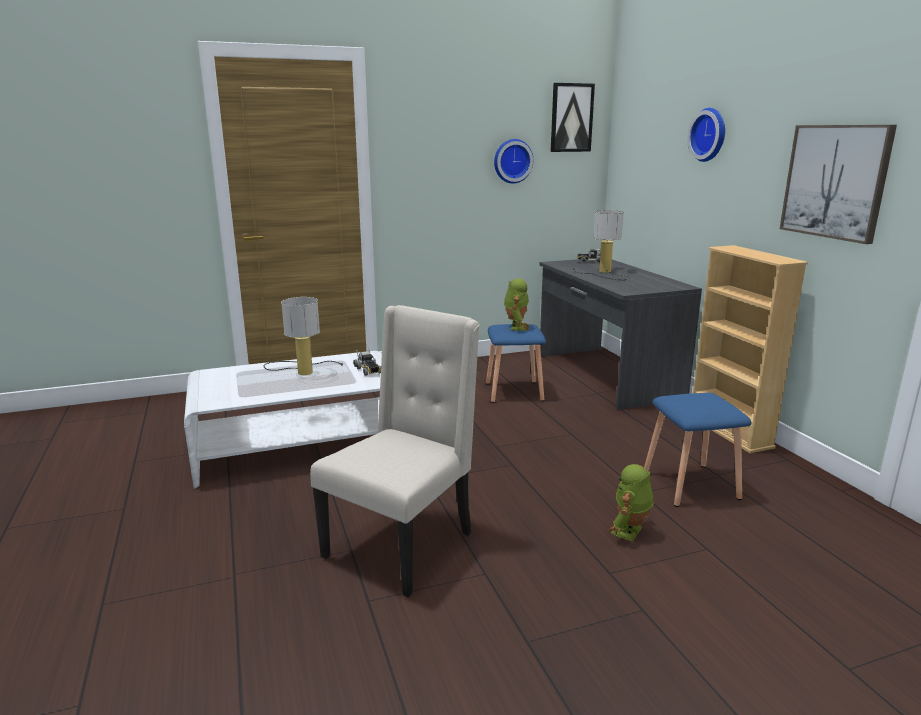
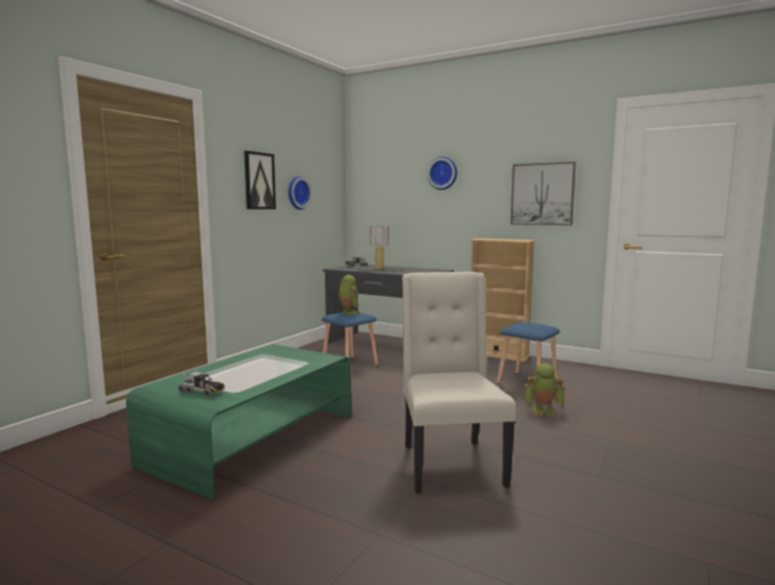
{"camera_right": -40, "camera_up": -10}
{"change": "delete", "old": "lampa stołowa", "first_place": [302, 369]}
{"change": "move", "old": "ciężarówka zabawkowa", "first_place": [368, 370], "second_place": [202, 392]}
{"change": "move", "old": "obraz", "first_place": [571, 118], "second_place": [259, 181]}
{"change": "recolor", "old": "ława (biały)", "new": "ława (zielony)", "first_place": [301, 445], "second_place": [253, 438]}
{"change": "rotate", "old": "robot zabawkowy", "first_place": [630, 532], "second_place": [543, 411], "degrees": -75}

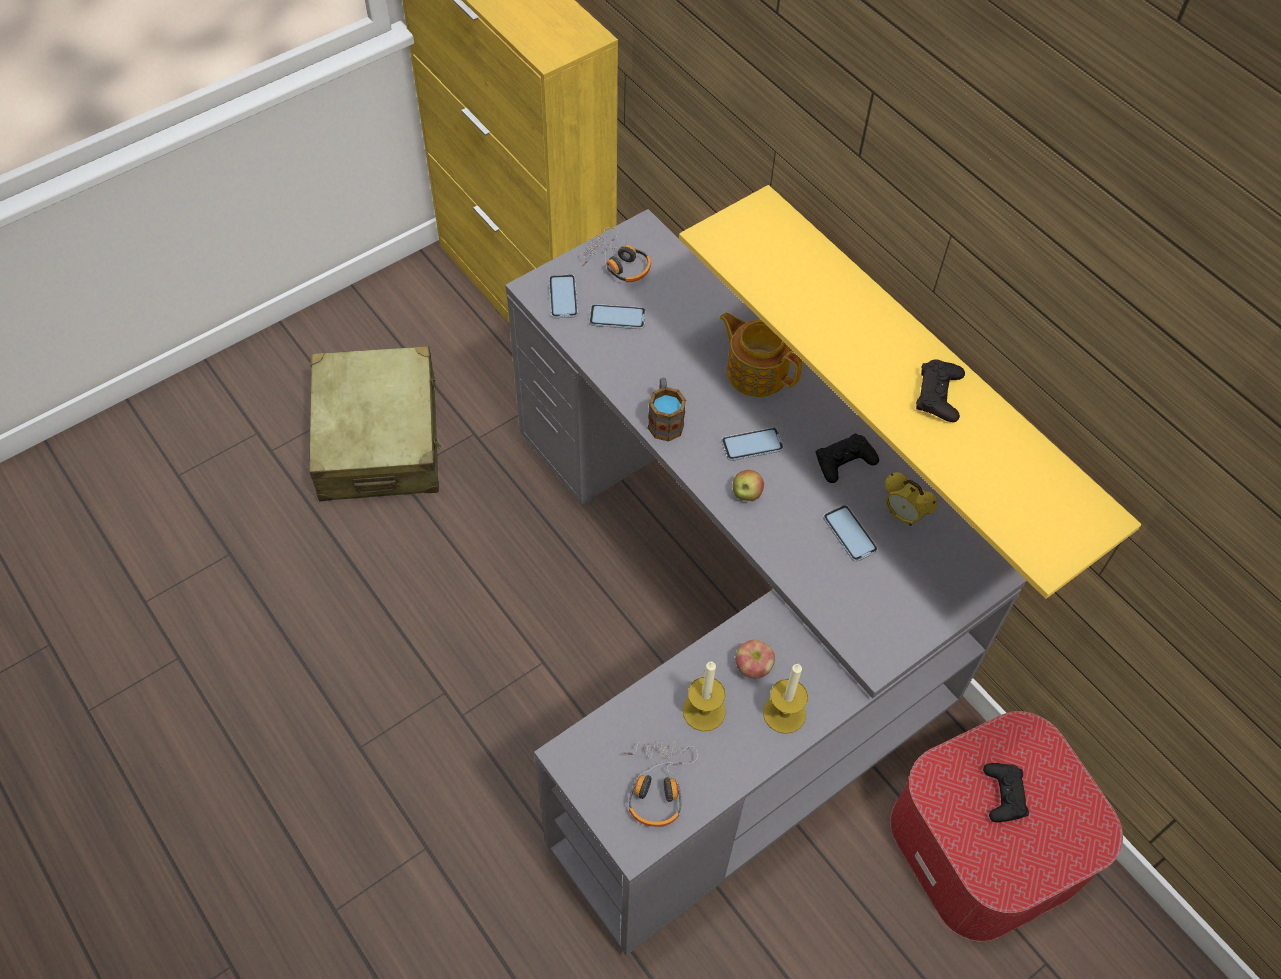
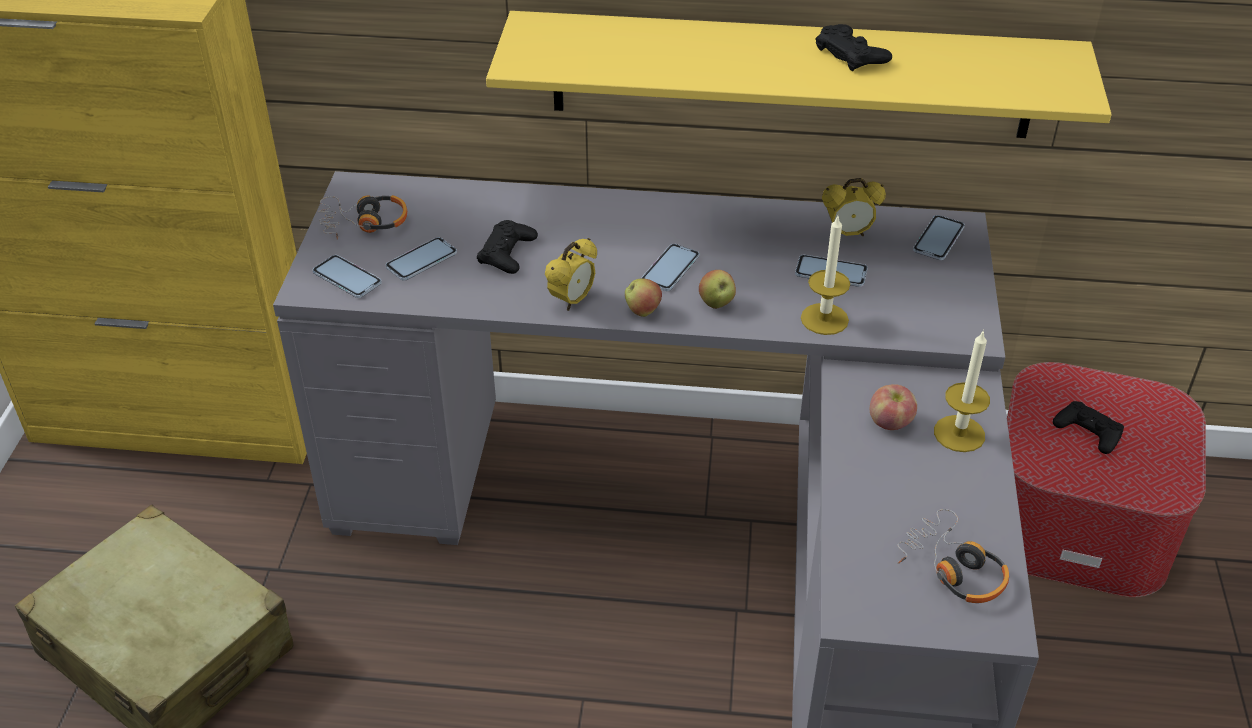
{"camera_right": -45, "camera_up": -15}
{"change": "delete", "old": "imbryk", "first_place": [756, 371]}
{"change": "insert", "new": "jabłko", "second_place": [643, 311]}
{"change": "insert", "new": "telefon", "second_place": [938, 239]}
{"change": "move", "old": "świeca", "first_place": [704, 711], "second_place": [824, 319]}
{"change": "move", "old": "pad do gier (czarny)", "first_place": [844, 461], "second_place": [507, 253]}
{"change": "replace", "old": "kubek", "new": "budzik", "first_place": [664, 419], "second_place": [572, 301]}

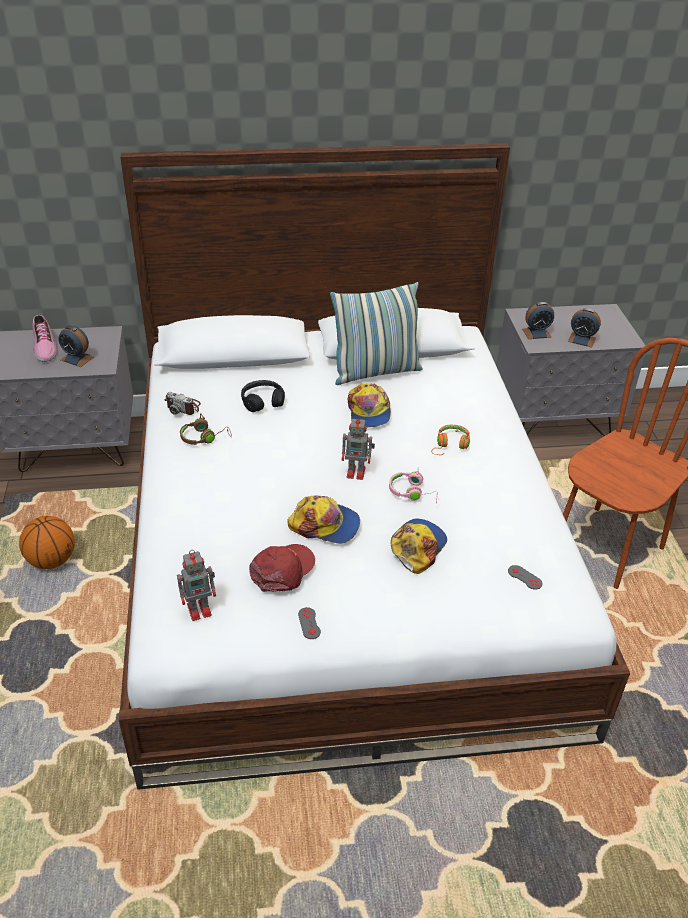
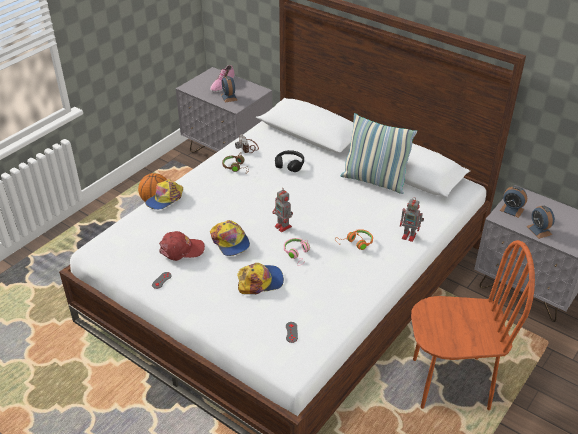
{"camera_right": 45, "camera_up": 0}
{"change": "move", "old": "robot zabawkowy", "first_place": [200, 609], "second_place": [409, 236]}
{"change": "move", "old": "czapka z daszkiem", "first_place": [368, 412], "second_place": [165, 199]}

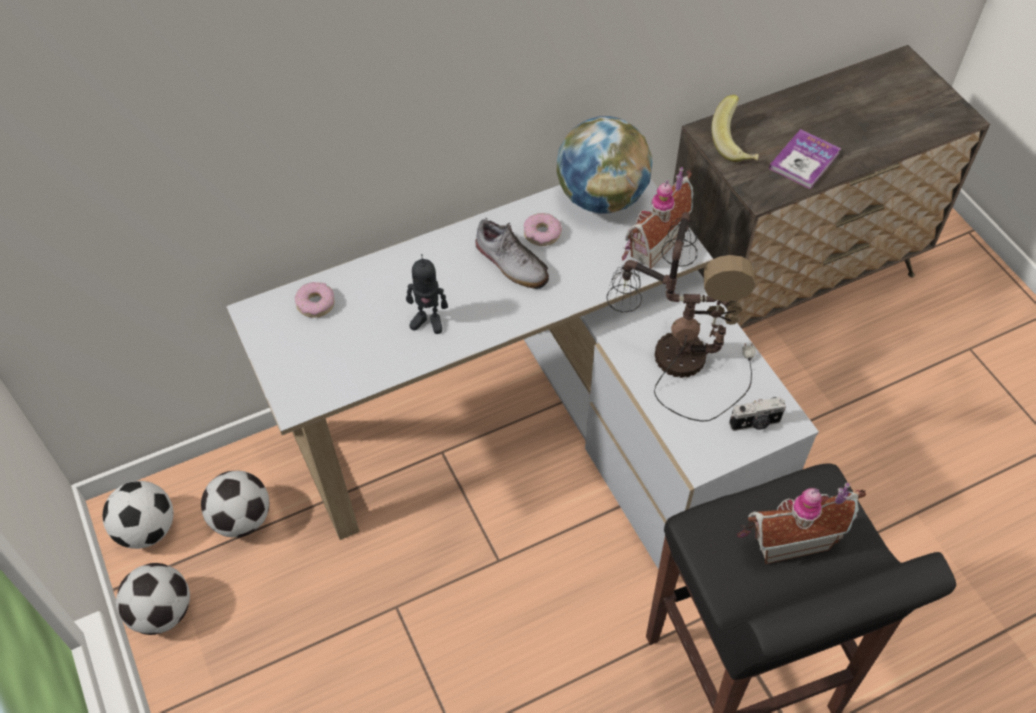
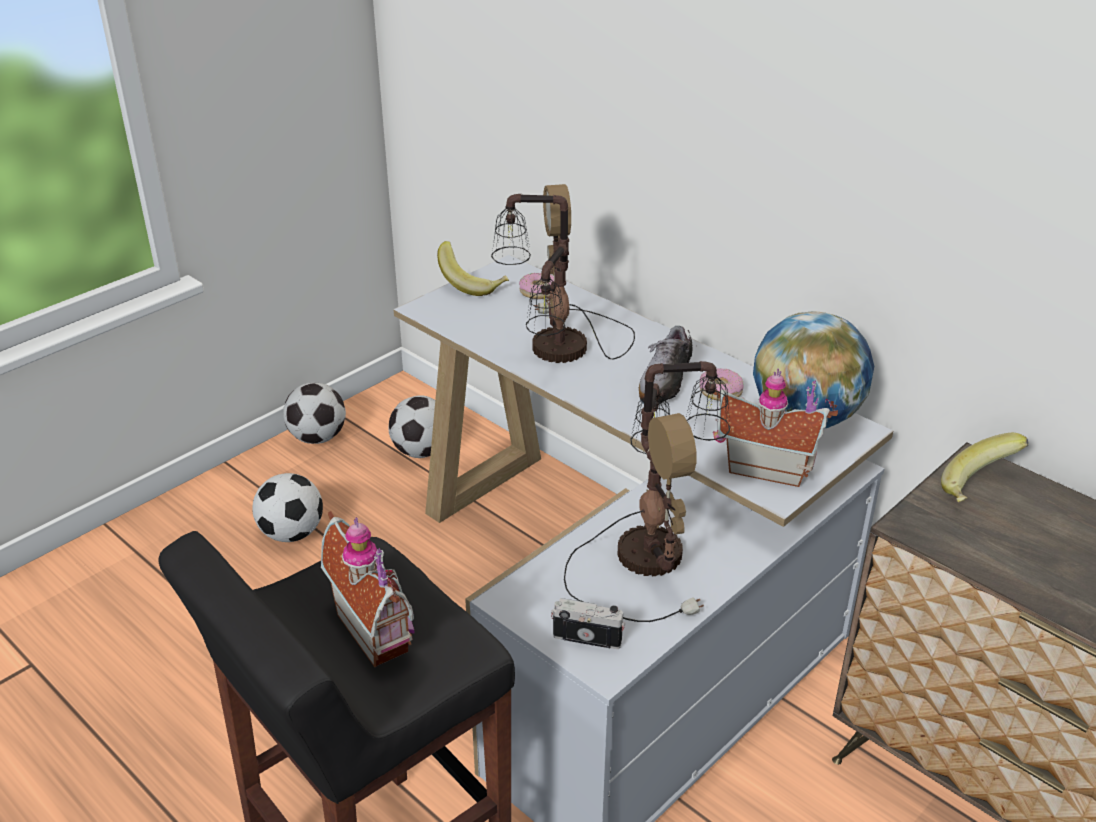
{"camera_right": 70, "camera_up": -20}
{"change": "delete", "old": "książka", "first_place": [804, 160]}
{"change": "insert", "new": "banan", "second_place": [473, 284]}
{"change": "move", "old": "piłka futbolowa", "first_place": [146, 529], "second_place": [292, 533]}
{"change": "replace", "old": "robot zabawkowy", "new": "lampa stołowa", "first_place": [428, 321], "second_place": [557, 350]}
{"change": "rotate", "old": "aparat fotograficzny", "first_place": [755, 423], "second_place": [587, 636], "degrees": 135}

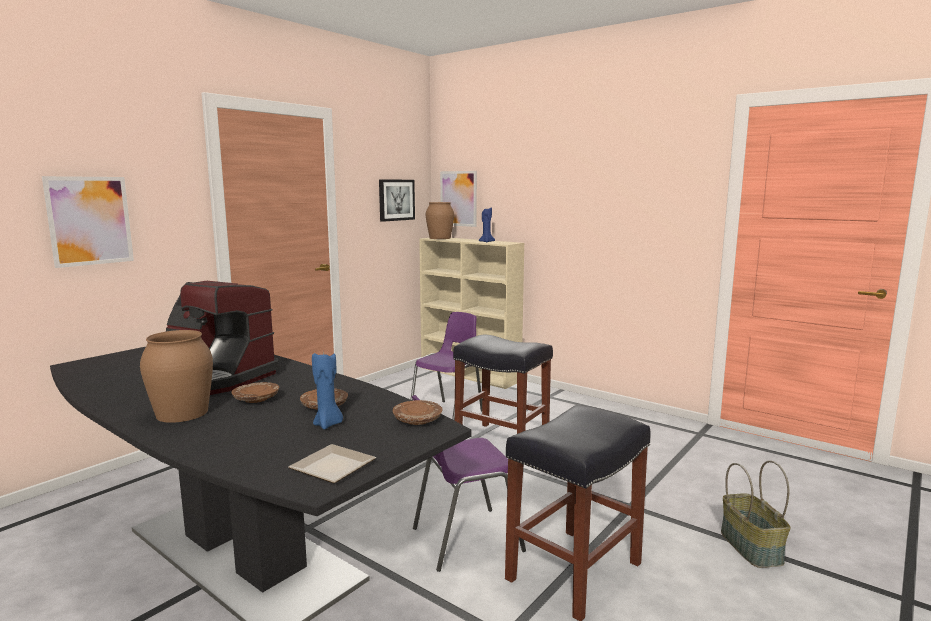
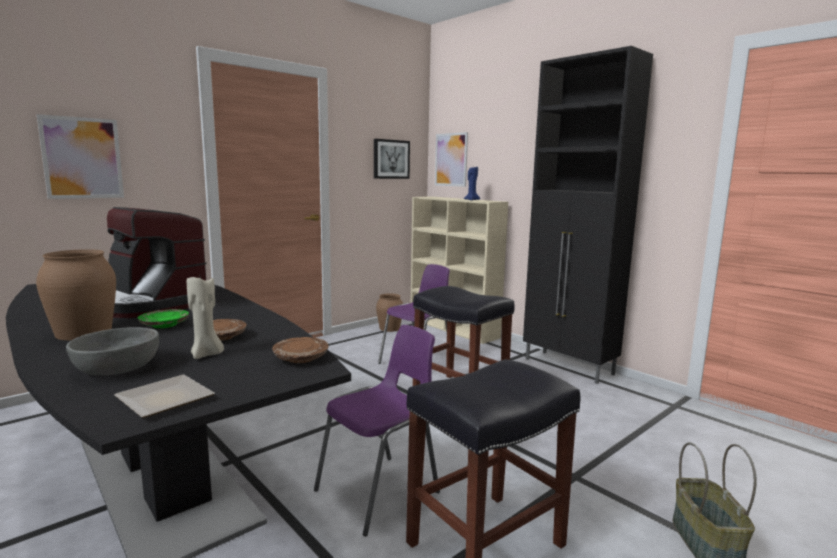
{"camera_right": 10, "camera_up": 0}
{"change": "insert", "new": "miska (szary)", "second_place": [116, 368]}
{"change": "insert", "new": "szafka (czarny)", "second_place": [569, 367]}
{"change": "move", "old": "wazon (brązowy)", "first_place": [439, 238], "second_place": [389, 328]}
{"change": "recolor", "old": "talerz (brązowy)", "new": "talerz (zielony)", "first_place": [256, 399], "second_place": [164, 325]}
{"change": "recolor", "old": "świeca (niebieski)", "new": "świeca (beżowy)", "first_place": [328, 424], "second_place": [206, 355]}
{"change": "rotate", "old": "krzesło (fioletowy)", "first_place": [463, 539], "second_place": [380, 491], "degrees": 150}

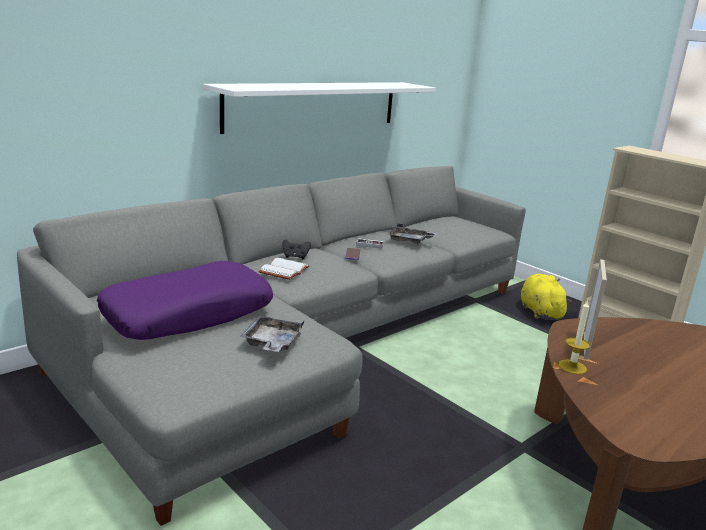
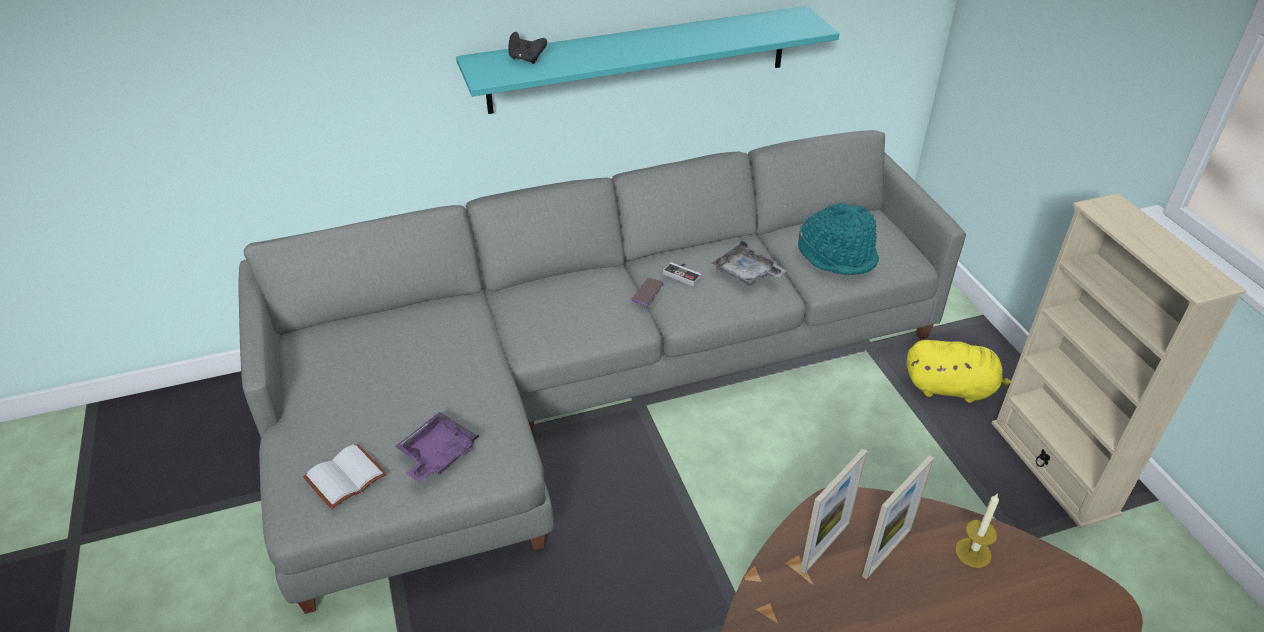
{"camera_right": 25, "camera_up": 20}
{"change": "delete", "old": "poduszka (fioletowy)", "first_place": [188, 314]}
{"change": "insert", "new": "kapelusz (turkusowy)", "second_place": [837, 255]}
{"change": "insert", "new": "ramka na zdjęcie", "second_place": [887, 552]}
{"change": "move", "old": "książka (biały)", "first_place": [285, 271], "second_place": [345, 479]}
{"change": "move", "old": "pad do gier (czarny)", "first_place": [295, 257], "second_place": [526, 59]}
{"change": "move", "old": "świeca", "first_place": [572, 367], "second_place": [973, 552]}
{"change": "recolor", "old": "półka (biały)", "new": "półka (turkusowy)", "first_place": [314, 105], "second_place": [639, 59]}
{"change": "recolor", "old": "taca (szary)", "new": "taca (fioletowy)", "first_place": [272, 343], "second_place": [437, 454]}
{"change": "rotate", "old": "pluszak (żółty)", "first_place": [539, 312], "second_place": [952, 388], "degrees": 90}

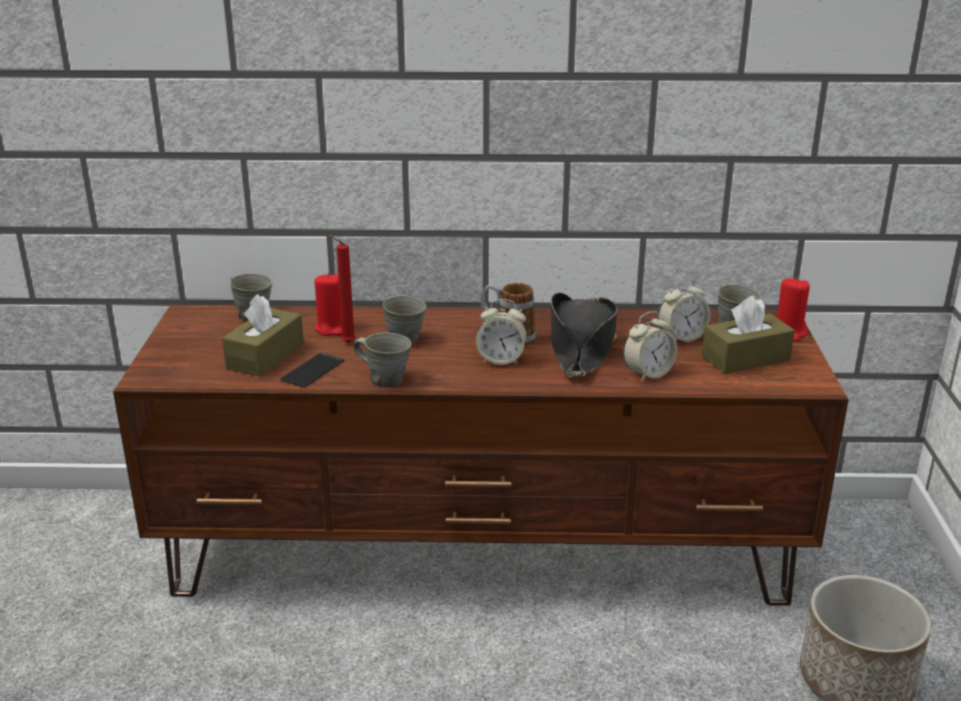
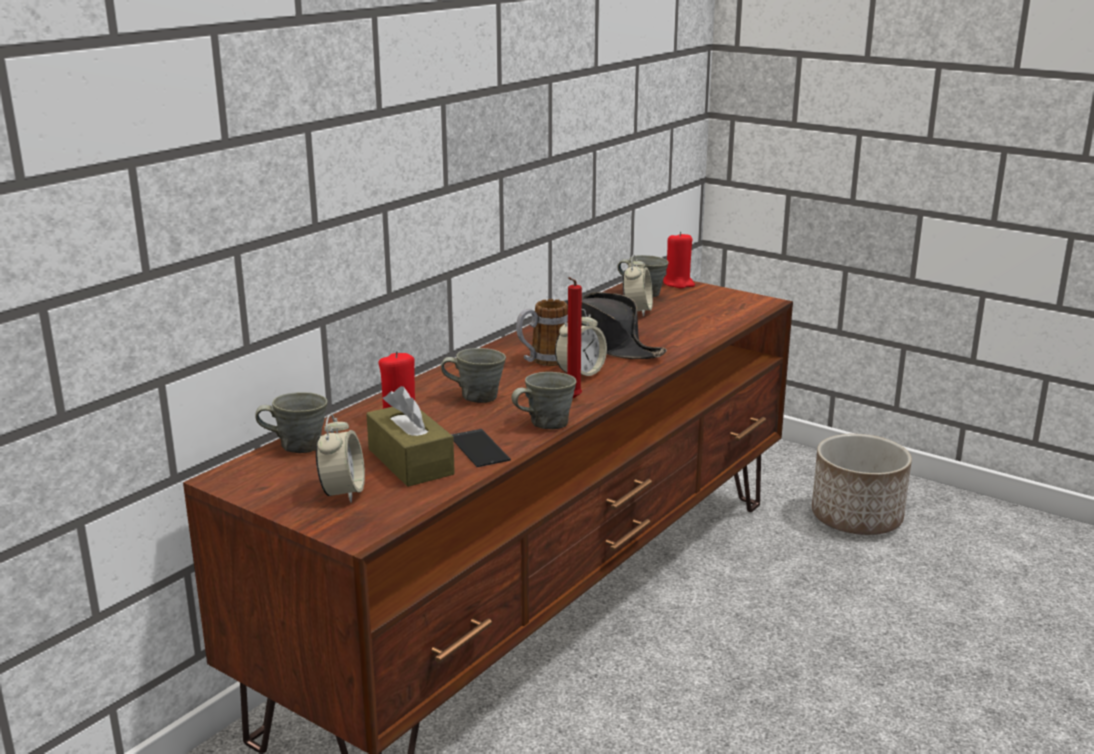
{"camera_right": -55, "camera_up": -5}
{"change": "delete", "old": "pudełko chusteczek (brązowy)", "first_place": [745, 358]}
{"change": "move", "old": "świeca (czerwony)", "first_place": [346, 343], "second_place": [572, 399]}
{"change": "move", "old": "budzik", "first_place": [648, 374], "second_place": [342, 492]}

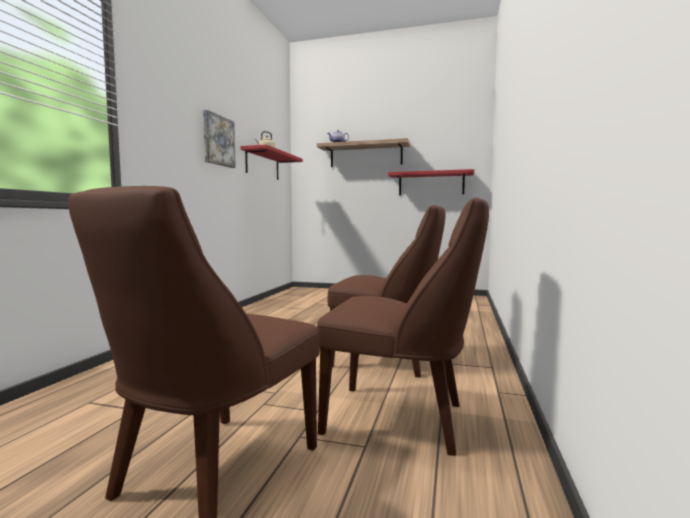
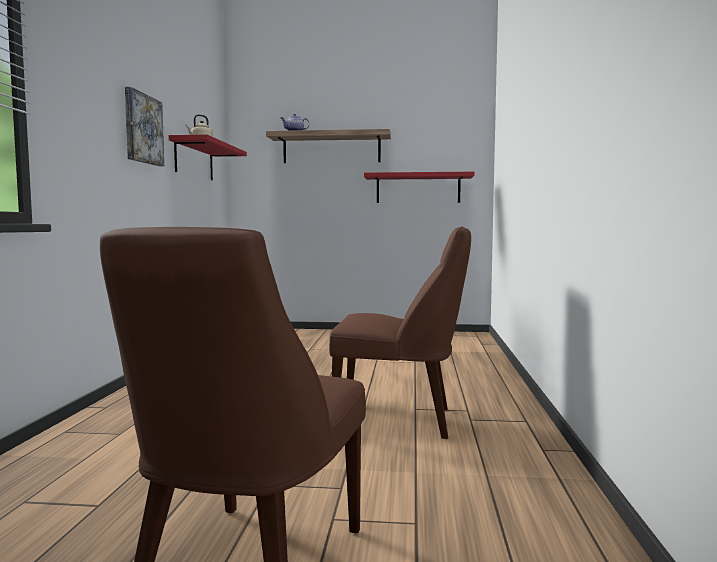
{"camera_right": -10, "camera_up": 0}
{"change": "delete", "old": "krzesło (brązowy)", "first_place": [402, 419]}

